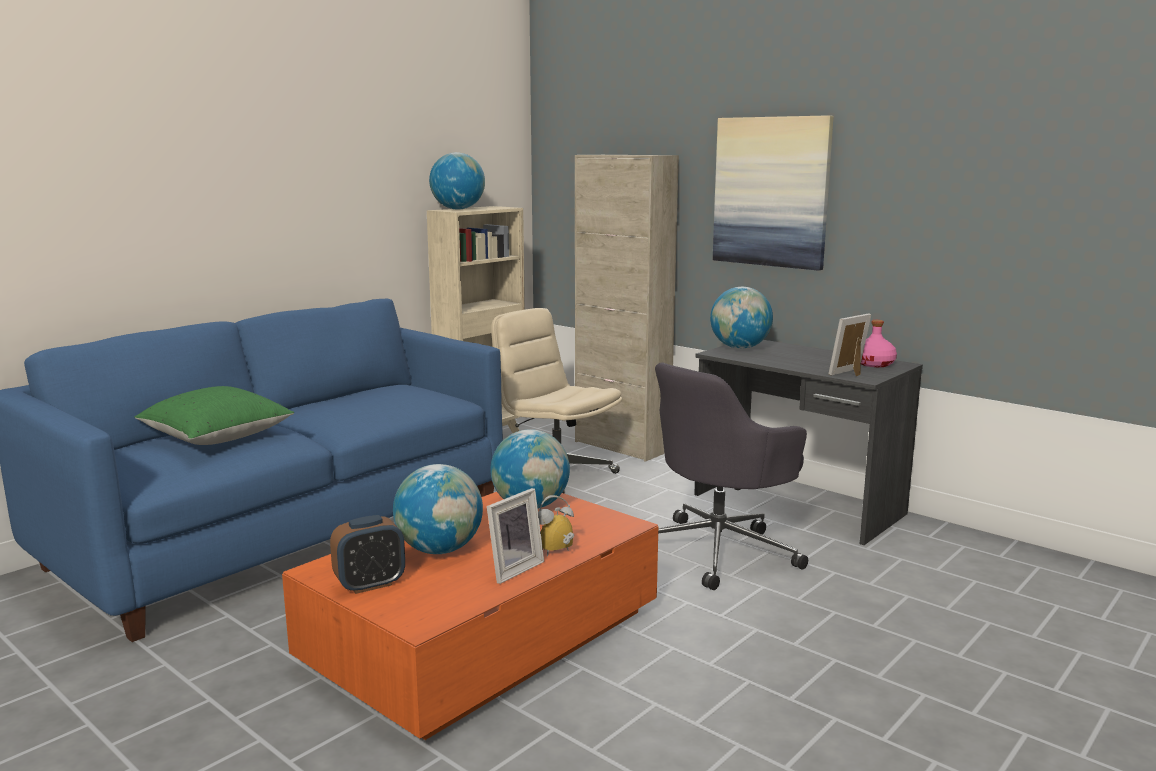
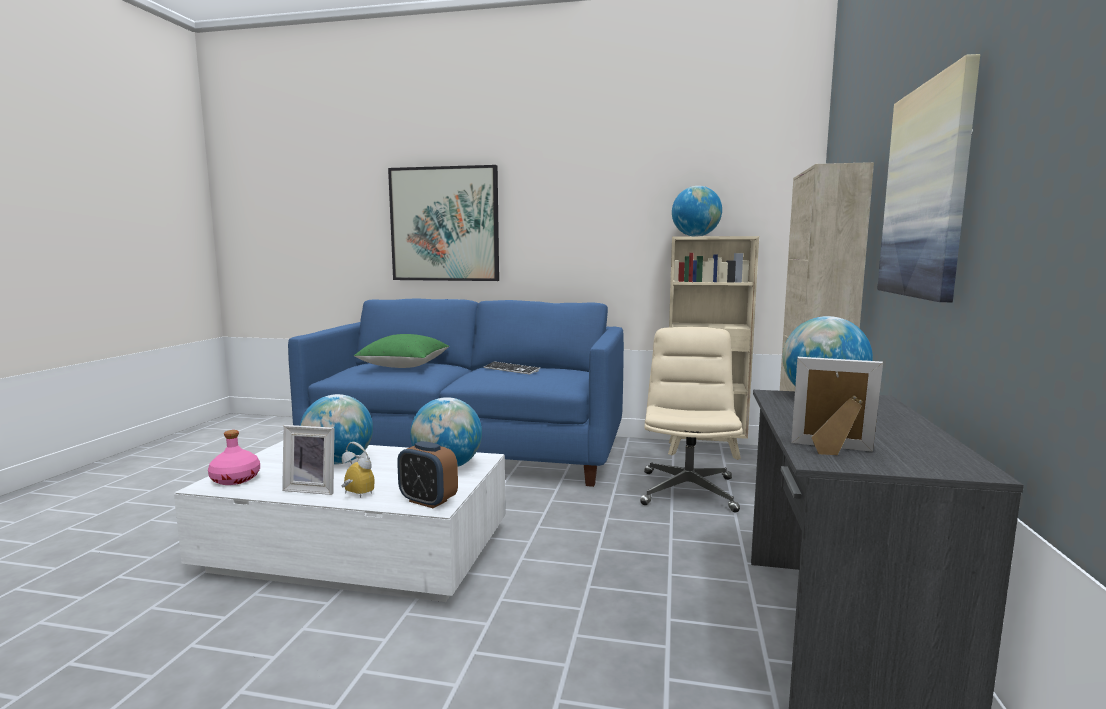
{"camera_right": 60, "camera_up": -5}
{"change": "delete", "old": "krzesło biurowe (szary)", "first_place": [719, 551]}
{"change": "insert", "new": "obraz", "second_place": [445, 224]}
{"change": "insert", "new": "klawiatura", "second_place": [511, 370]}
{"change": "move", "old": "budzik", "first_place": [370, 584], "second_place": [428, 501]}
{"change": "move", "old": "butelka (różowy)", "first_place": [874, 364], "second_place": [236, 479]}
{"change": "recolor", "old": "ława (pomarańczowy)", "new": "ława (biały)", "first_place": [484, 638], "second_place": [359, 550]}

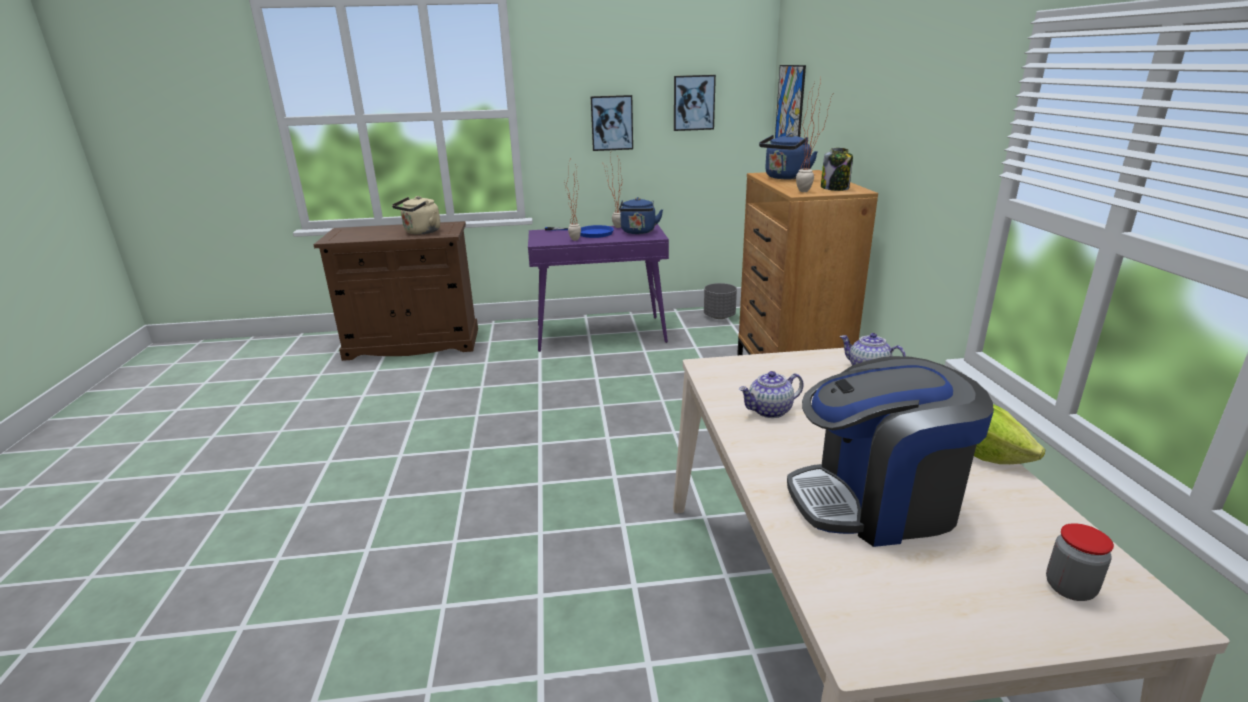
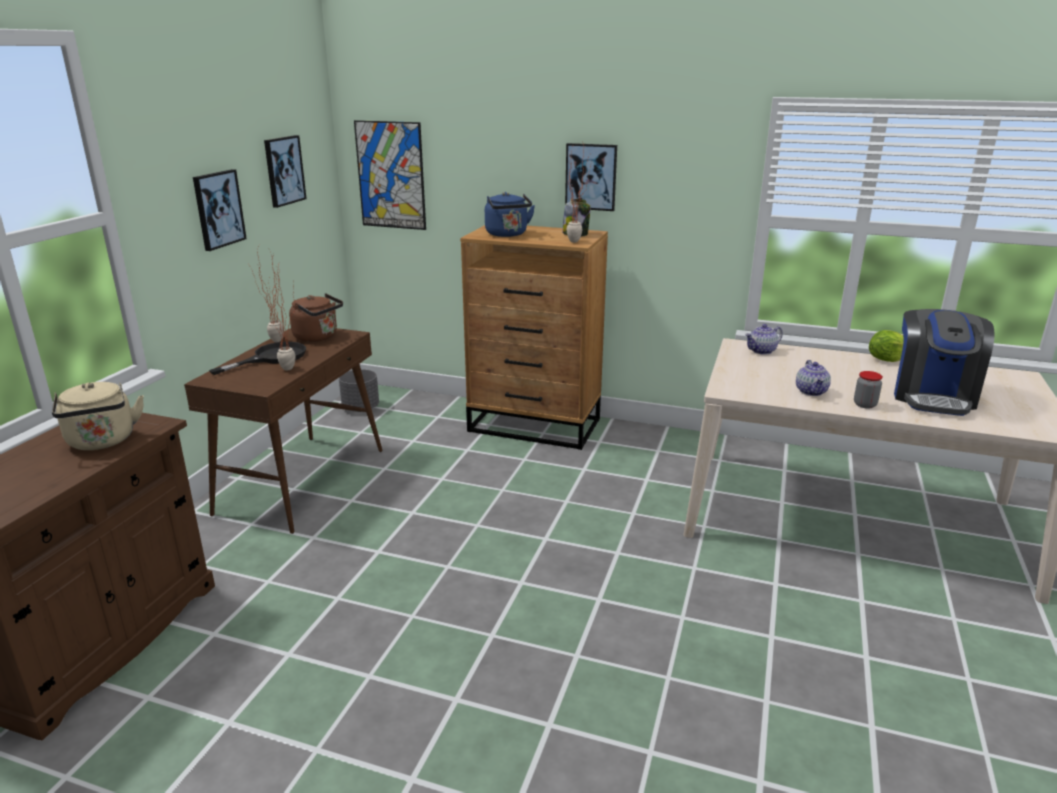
{"camera_right": -65, "camera_up": 0}
{"change": "insert", "new": "obraz", "second_place": [591, 177]}
{"change": "move", "old": "słoik", "first_place": [1069, 588], "second_place": [865, 405]}
{"change": "recolor", "old": "stolik konsolowy (fioletowy)", "new": "stolik konsolowy (brązowy)", "first_place": [601, 333], "second_place": [302, 480]}
{"change": "recolor", "old": "patelnia (niebieski)", "new": "patelnia (czarny)", "first_place": [588, 233], "second_place": [271, 358]}
{"change": "recolor", "old": "czajnik (niebieski)", "new": "czajnik (brązowy)", "first_place": [638, 232], "second_place": [318, 337]}

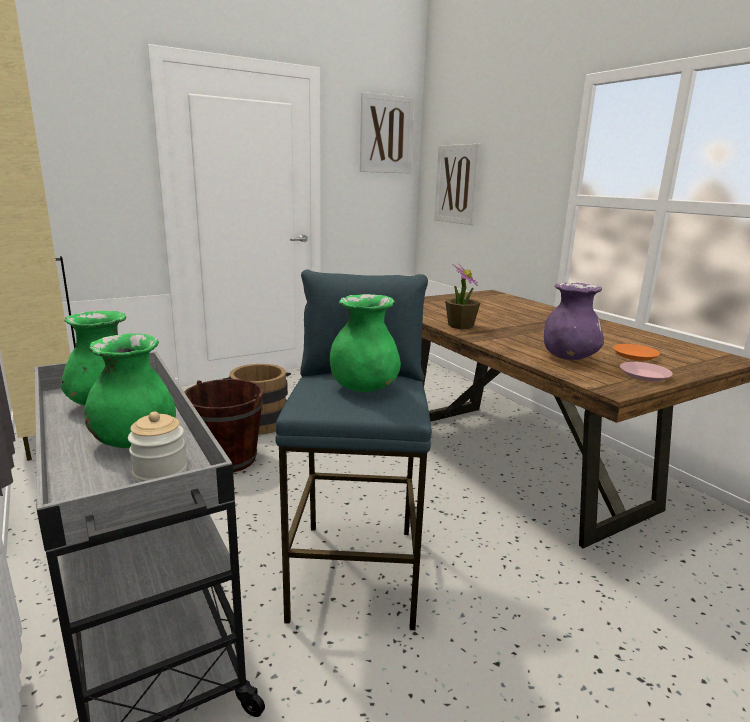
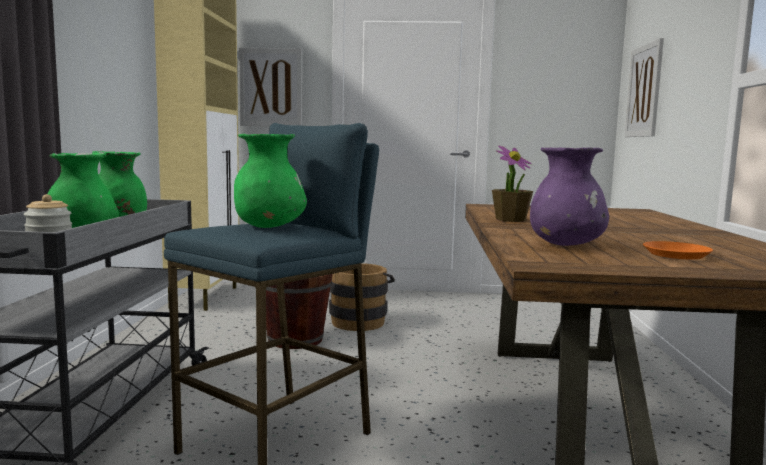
{"camera_right": 35, "camera_up": -10}
{"change": "delete", "old": "talerz (różowy)", "first_place": [644, 375]}
{"change": "move", "old": "obraz", "first_place": [386, 134], "second_place": [271, 87]}

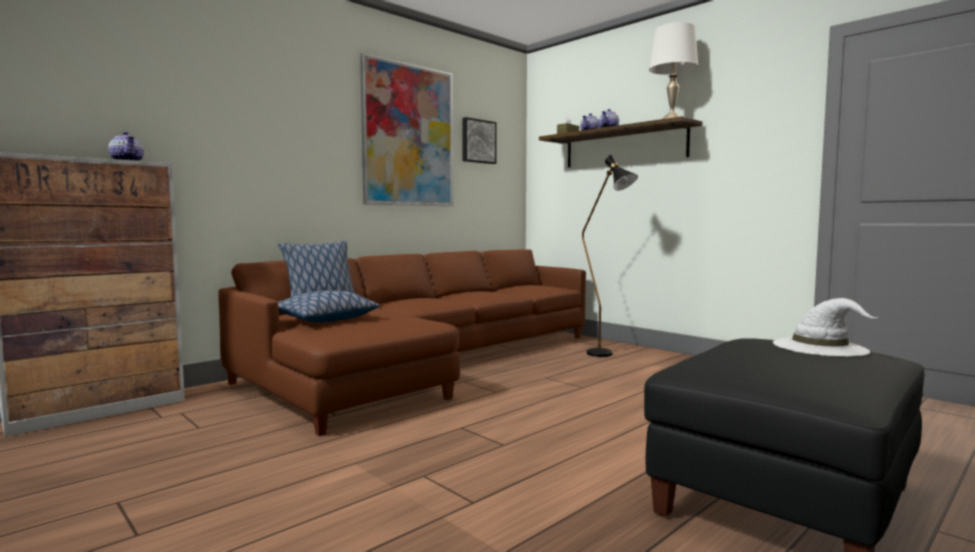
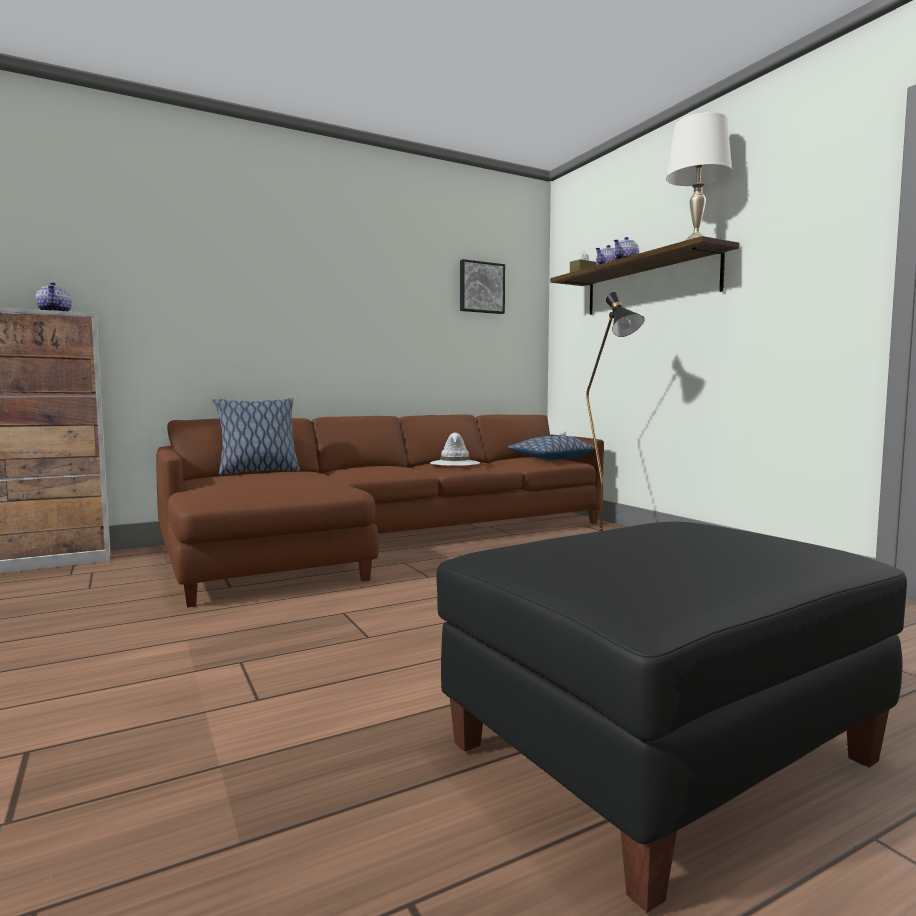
{"camera_right": 15, "camera_up": 0}
{"change": "delete", "old": "obraz", "first_place": [409, 135]}
{"change": "move", "old": "poduszka", "first_place": [323, 319], "second_place": [550, 458]}
{"change": "move", "old": "kapelusz (biały)", "first_place": [821, 347], "second_place": [455, 463]}

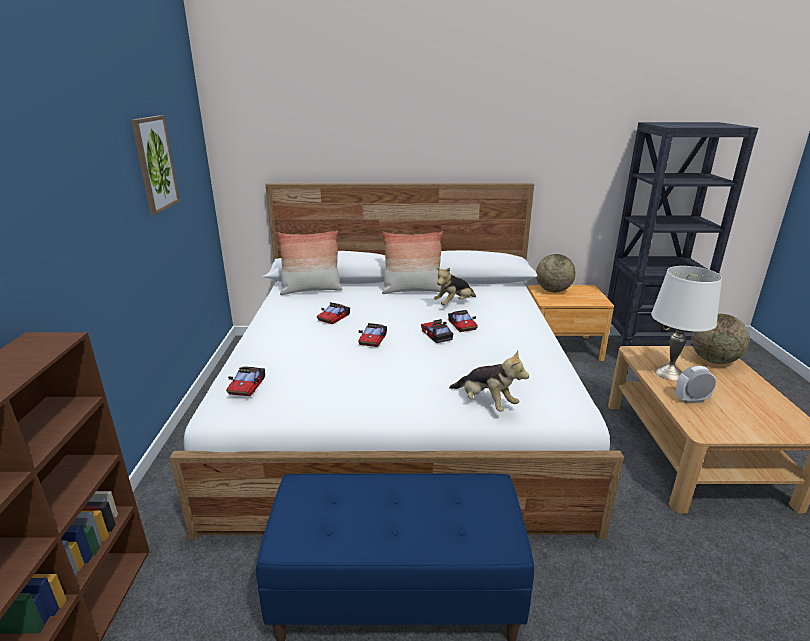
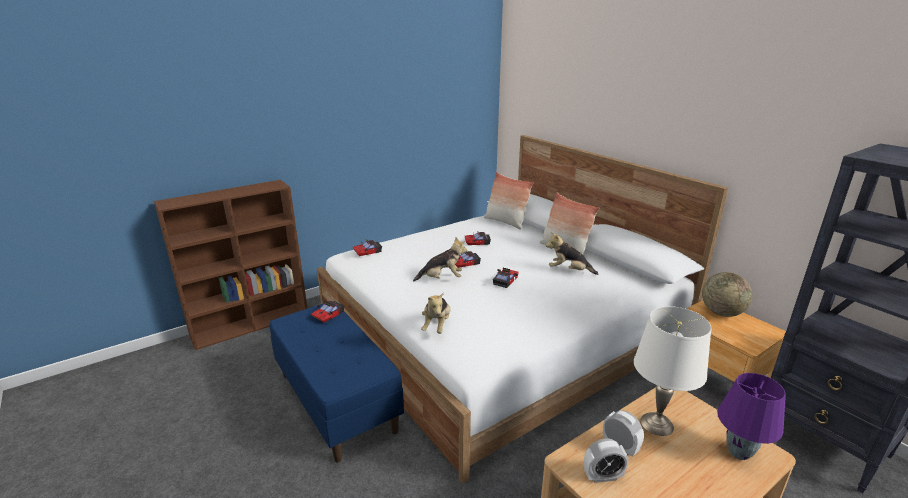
{"camera_right": 55, "camera_up": 0}
{"change": "delete", "old": "obraz", "first_place": [154, 164]}
{"change": "insert", "new": "pluszak", "second_place": [442, 279]}
{"change": "insert", "new": "budzik", "second_place": [603, 476]}
{"change": "move", "old": "samochodzik", "first_place": [462, 325], "second_place": [328, 314]}
{"change": "replace", "old": "globus", "new": "lampa stołowa (fioletowy)", "first_place": [713, 360], "second_place": [739, 453]}

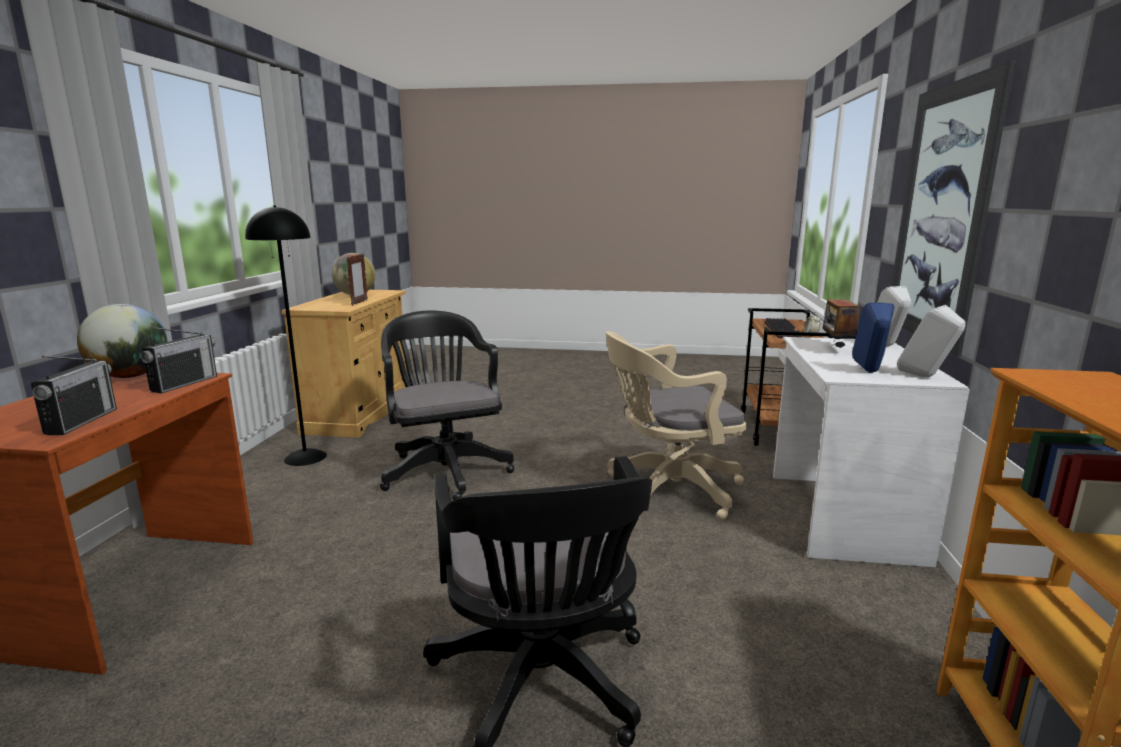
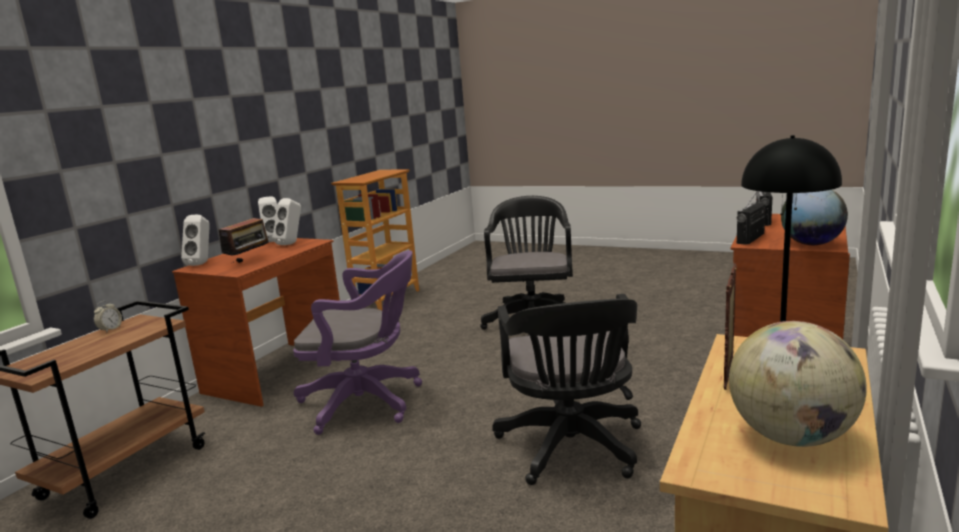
{"camera_right": -160, "camera_up": 0}
{"change": "delete", "old": "klawiatura", "first_place": [783, 331]}
{"change": "delete", "old": "obraz", "first_place": [940, 214]}
{"change": "recolor", "old": "krzesło biurowe (beżowy)", "new": "krzesło biurowe (fioletowy)", "first_place": [667, 490], "second_place": [367, 402]}
{"change": "recolor", "old": "biurko (biały)", "new": "biurko (brązowy)", "first_place": [840, 515], "second_place": [278, 372]}
{"change": "recolor", "old": "głośnik (niebieski)", "new": "głośnik (biały)", "first_place": [870, 372], "second_place": [292, 243]}

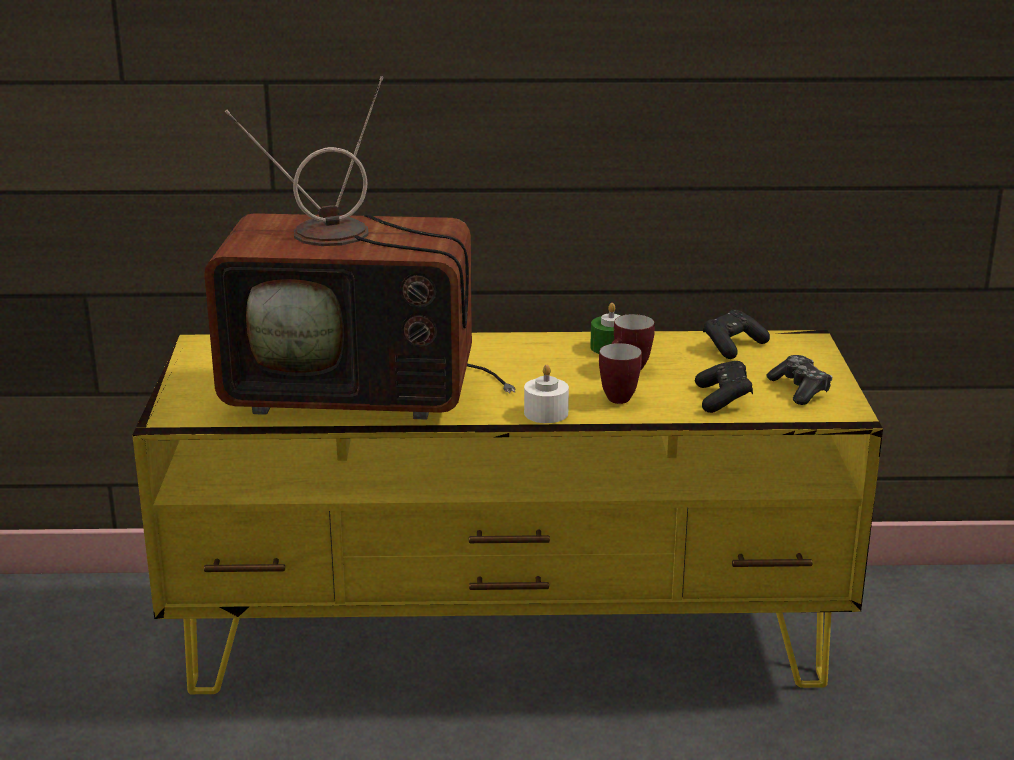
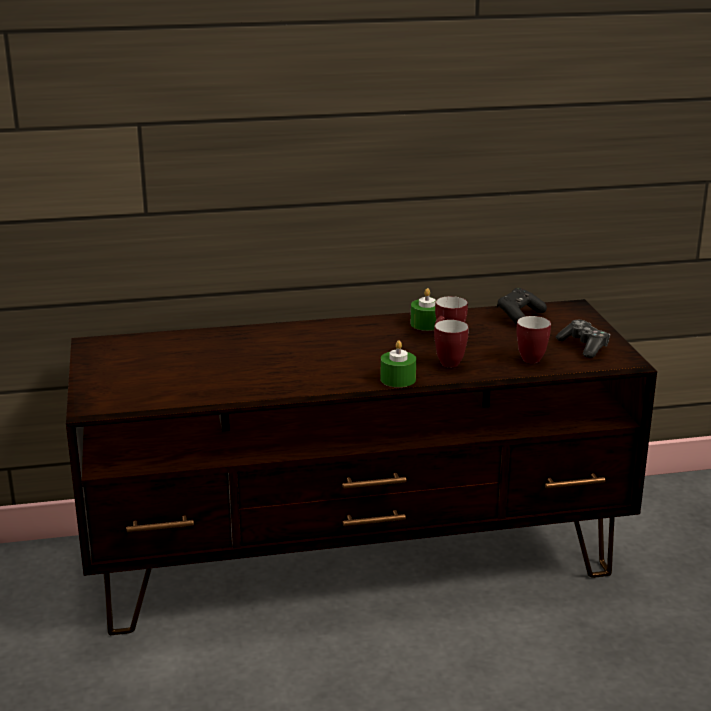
{"camera_right": -10, "camera_up": 0}
{"change": "delete", "old": "telewizor", "first_place": [359, 391]}
{"change": "replace", "old": "pad do gier (czarny)", "new": "kubek", "first_place": [723, 399], "second_place": [529, 358]}
{"change": "recolor", "old": "szafka pod telewizor (żółty)", "new": "szafka pod telewizor (brązowy)", "first_place": [508, 637], "second_place": [356, 561]}
{"change": "recolor", "old": "świeca (biały)", "new": "świeca (zielony)", "first_place": [546, 413], "second_place": [398, 379]}

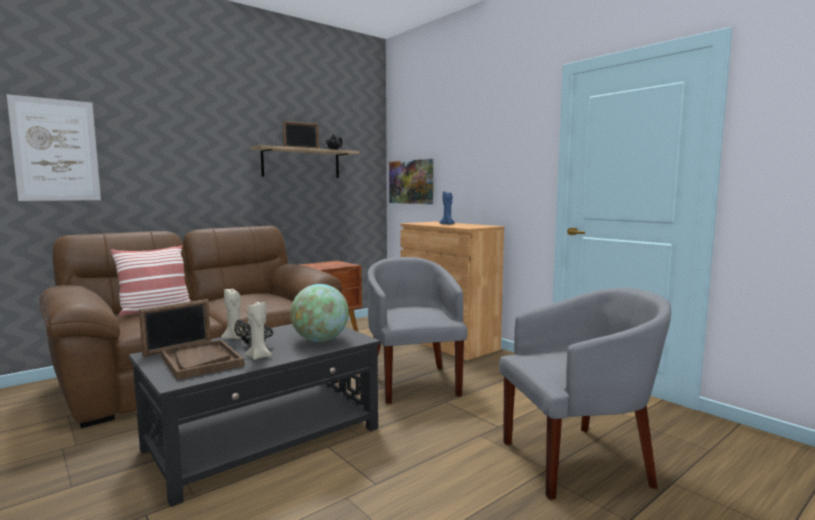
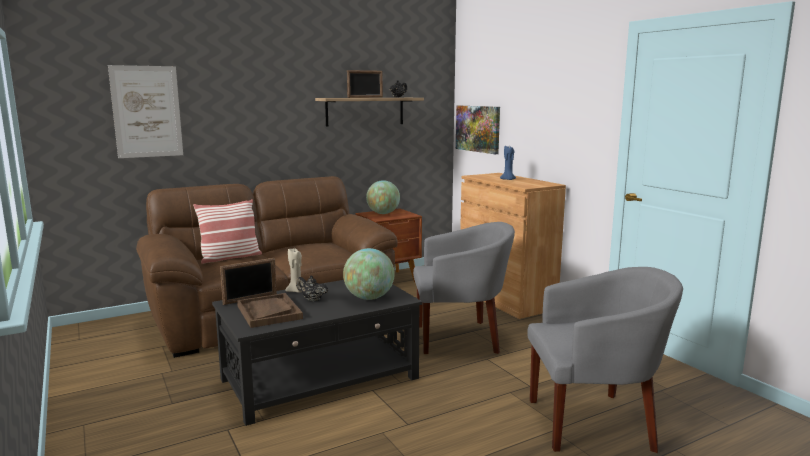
{"camera_right": 10, "camera_up": 5}
{"change": "delete", "old": "świeca (beżowy)", "first_place": [258, 357]}
{"change": "insert", "new": "globus", "second_place": [383, 213]}
{"change": "rotate", "old": "fotel (szary)", "first_place": [413, 382], "second_place": [460, 338], "degrees": 90}

